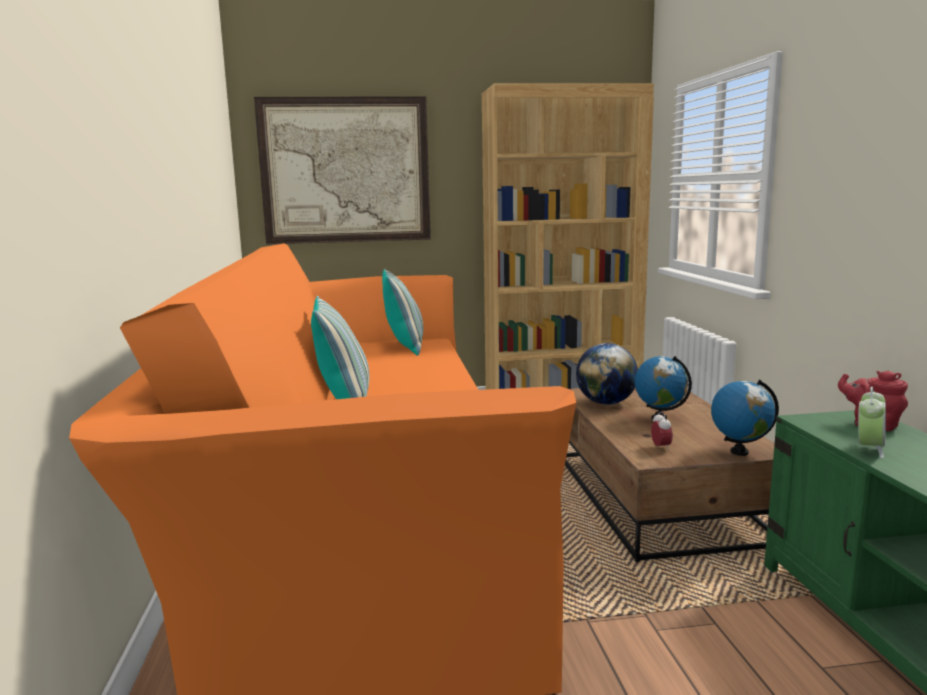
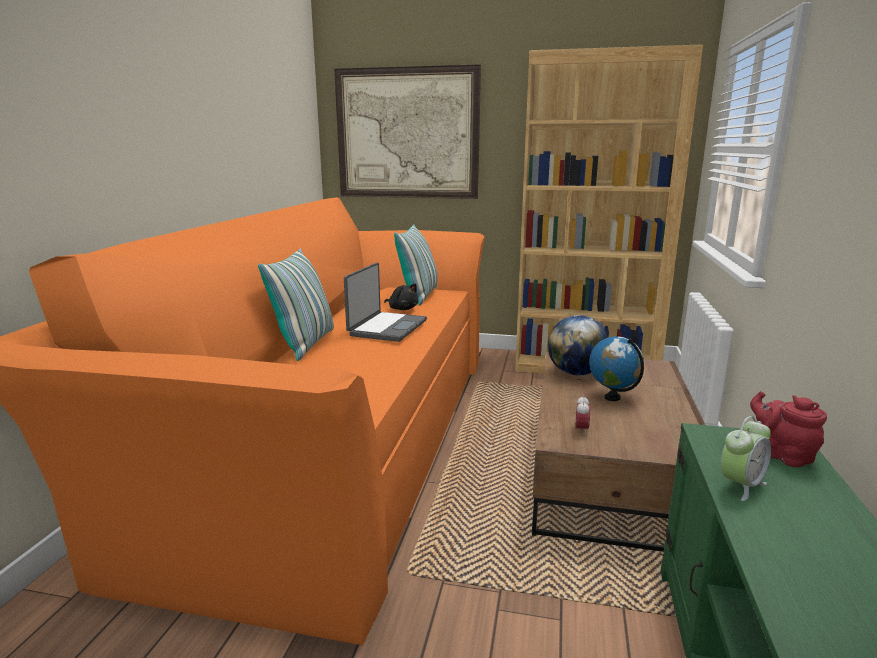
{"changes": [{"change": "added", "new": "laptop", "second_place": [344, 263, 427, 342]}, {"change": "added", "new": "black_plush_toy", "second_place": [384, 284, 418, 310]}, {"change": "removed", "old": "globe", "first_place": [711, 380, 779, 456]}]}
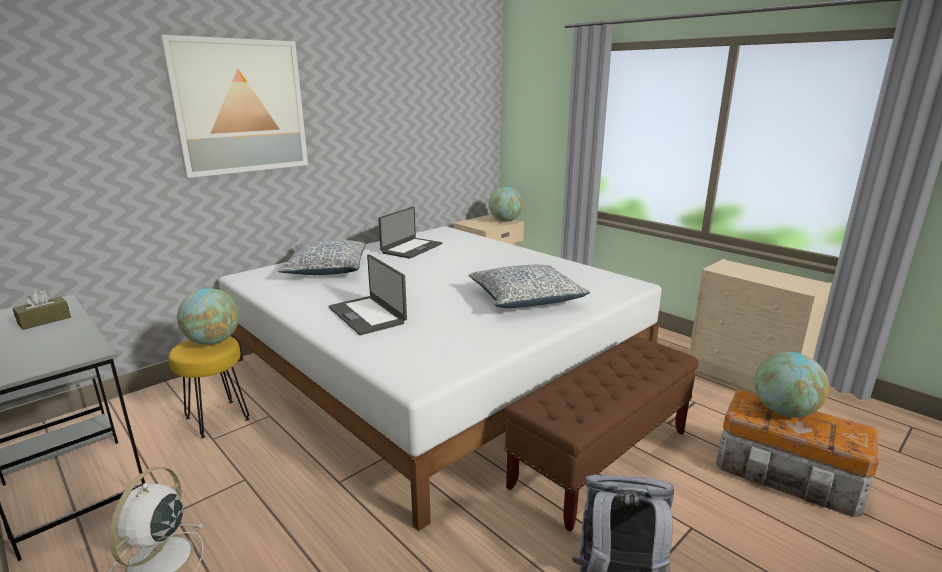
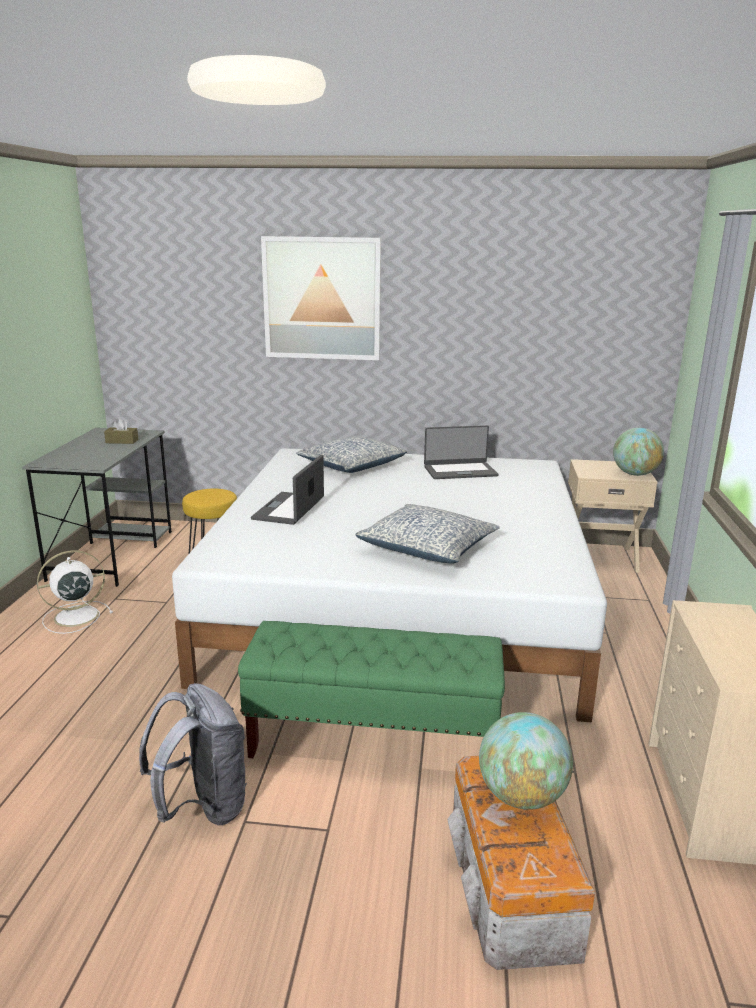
{"changes": [{"change": "recoloured", "old": "brown_bench", "new": "green_bench", "first_place": [505, 336, 699, 532], "second_place": [238, 621, 505, 758]}, {"change": "removed", "old": "globe", "first_place": [177, 288, 239, 345]}]}
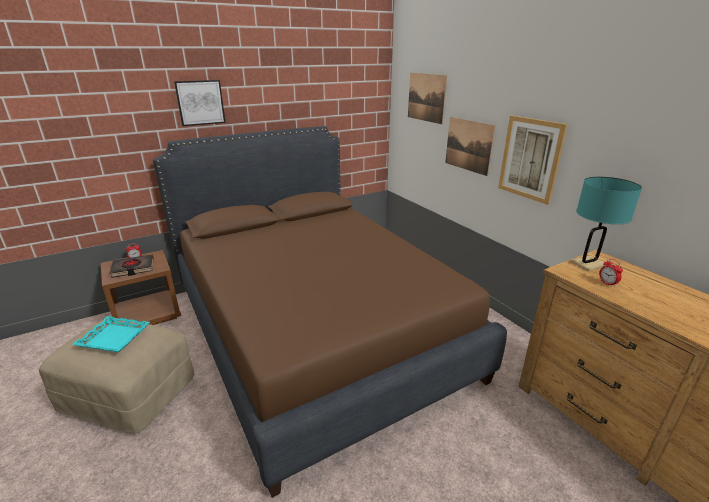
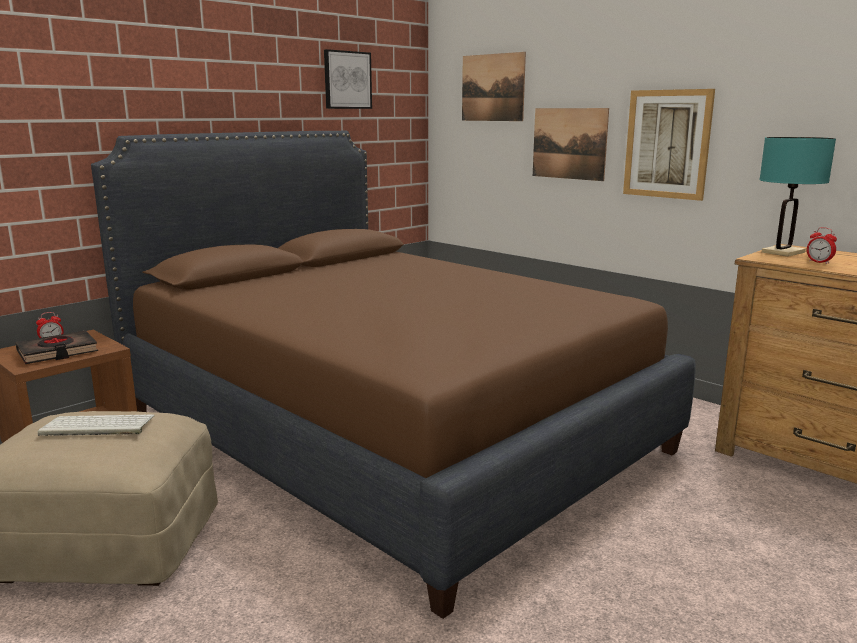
{"changes": [{"change": "replaced", "old": "turquoise_tray", "new": "keyboard", "first_place": [72, 316, 150, 352], "second_place": [38, 415, 155, 436]}, {"change": "moved", "old": "picture", "first_place": [174, 80, 226, 126], "second_place": [324, 49, 372, 109]}]}
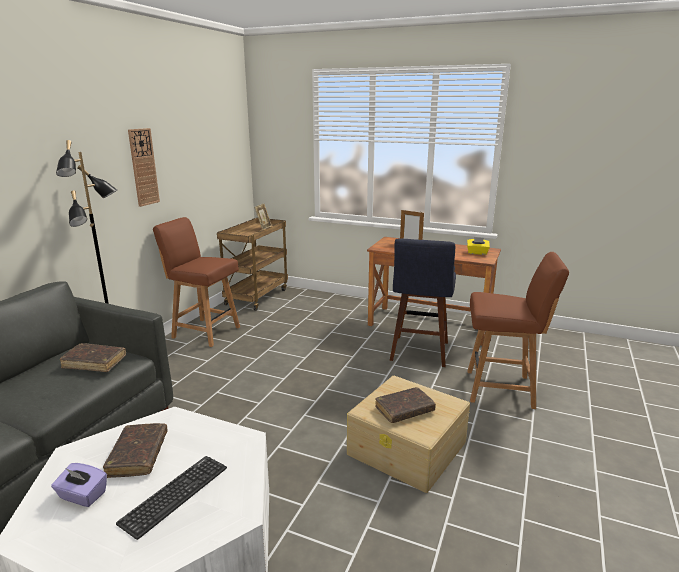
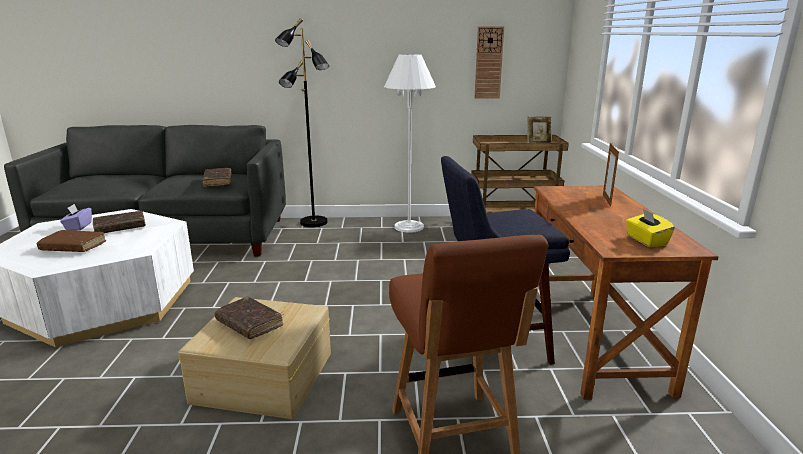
{"changes": [{"change": "replaced", "old": "keyboard", "new": "brown_book", "first_place": [116, 456, 227, 540], "second_place": [37, 230, 106, 252]}, {"change": "replaced", "old": "brown_chair", "new": "white_floor_lamp", "first_place": [153, 217, 240, 347], "second_place": [384, 54, 436, 233]}, {"change": "moved", "old": "wall_clock", "first_place": [128, 128, 160, 207], "second_place": [475, 26, 504, 99]}]}
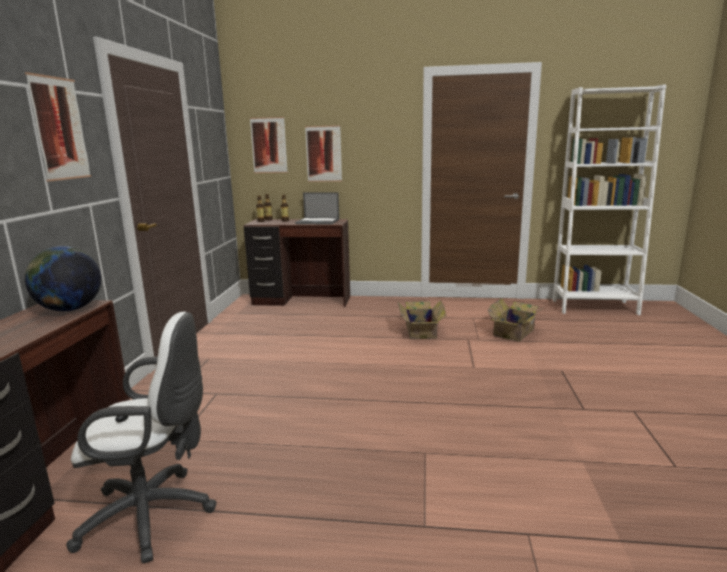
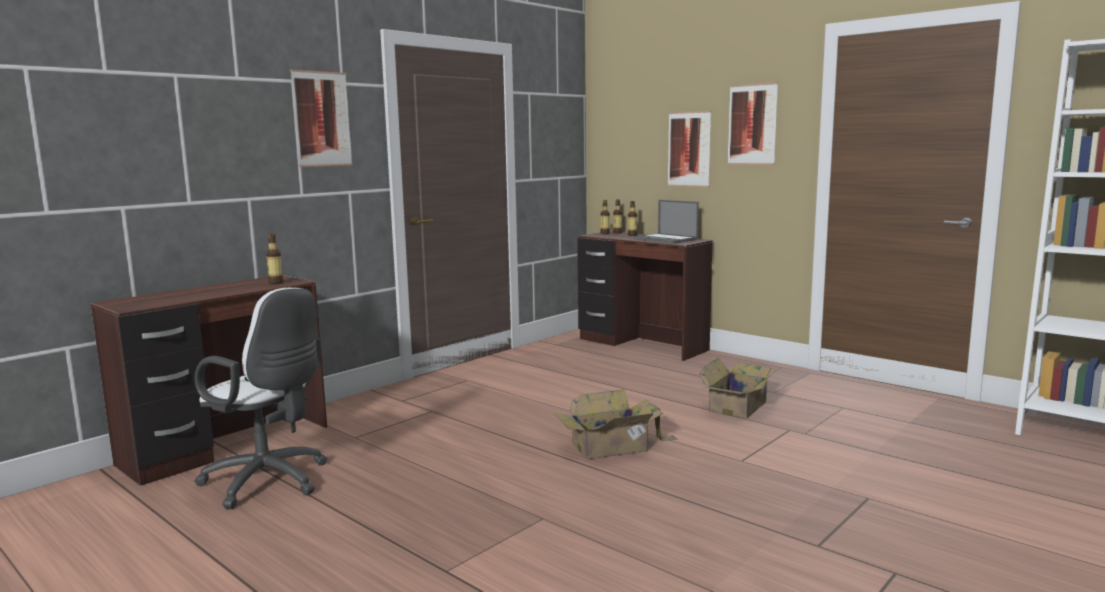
{"changes": [{"change": "replaced", "old": "globe", "new": "bottle", "first_place": [25, 246, 101, 312], "second_place": [266, 234, 283, 284]}, {"change": "moved", "old": "cardboard_box", "first_place": [488, 298, 544, 342], "second_place": [555, 390, 678, 459]}, {"change": "moved", "old": "picture", "first_place": [250, 117, 288, 173], "second_place": [728, 82, 778, 165]}]}
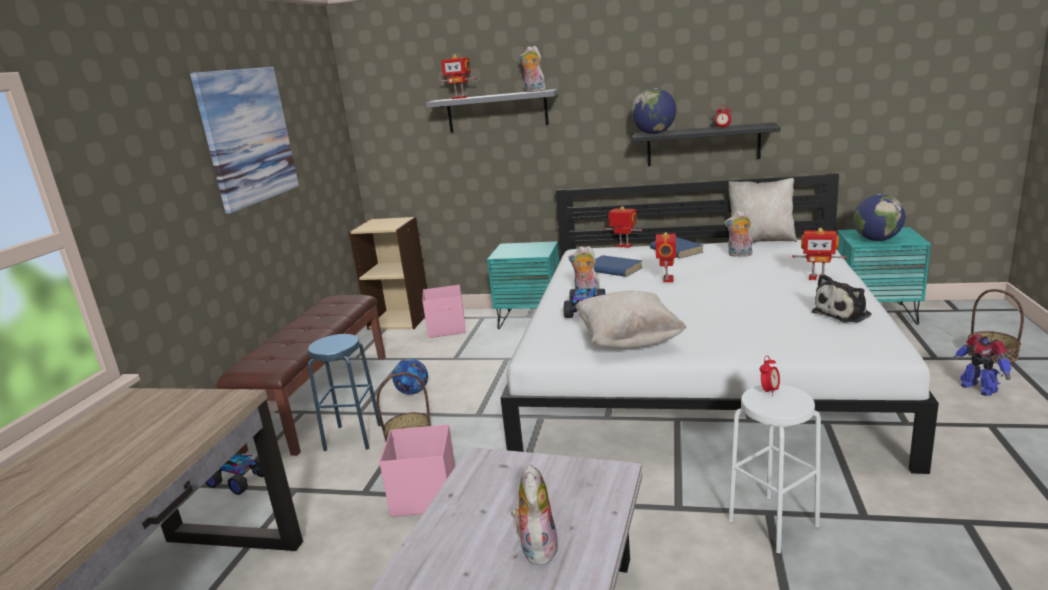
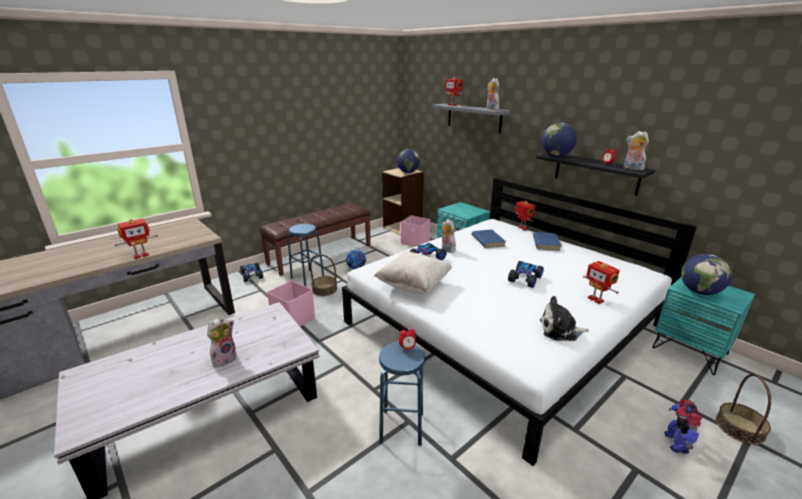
{"changes": [{"change": "moved", "old": "toy_robot", "first_place": [655, 232, 677, 282], "second_place": [115, 219, 158, 259]}, {"change": "recoloured", "old": "white_stool", "new": "blue_stool", "first_place": [729, 385, 821, 553], "second_place": [379, 342, 425, 446]}, {"change": "added", "new": "globe", "second_place": [397, 149, 420, 173]}, {"change": "added", "new": "toy_car", "second_place": [508, 261, 544, 288]}, {"change": "moved", "old": "plush_toy", "first_place": [724, 211, 753, 257], "second_place": [624, 131, 649, 170]}, {"change": "removed", "old": "picture", "first_place": [190, 67, 299, 214]}, {"change": "removed", "old": "beige_pillow", "first_place": [728, 178, 797, 243]}]}
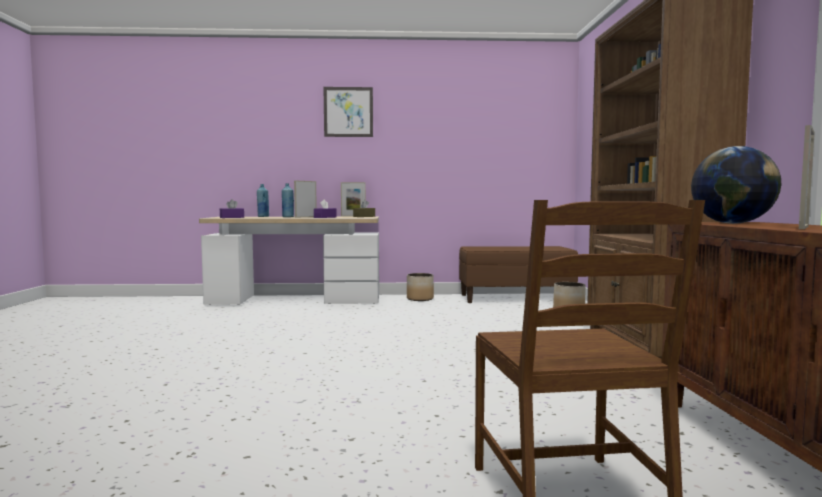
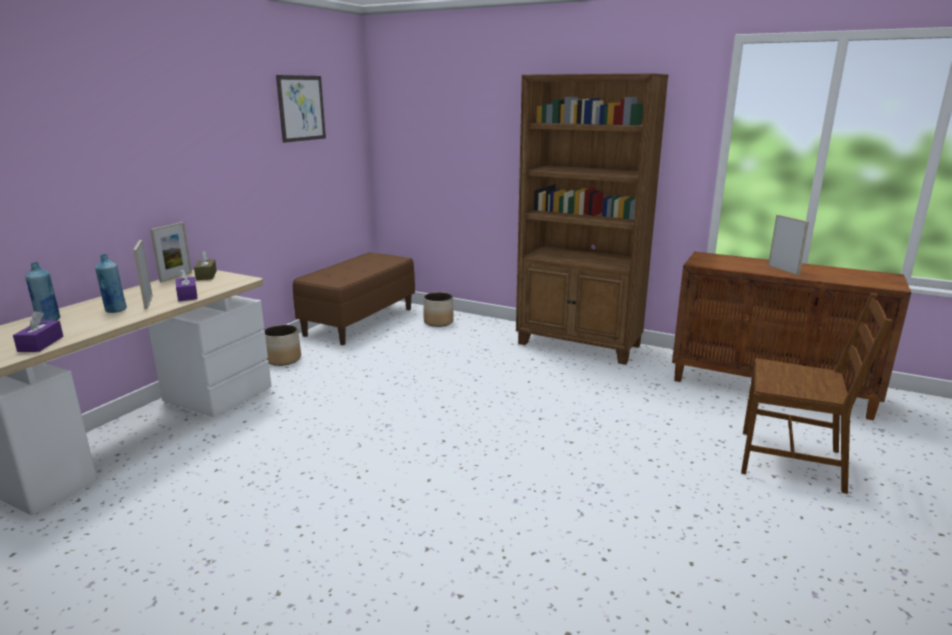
{"changes": [{"change": "moved", "old": "picture", "first_place": [323, 87, 373, 137], "second_place": [276, 75, 326, 143]}, {"change": "removed", "old": "globe", "first_place": [691, 146, 781, 224]}]}
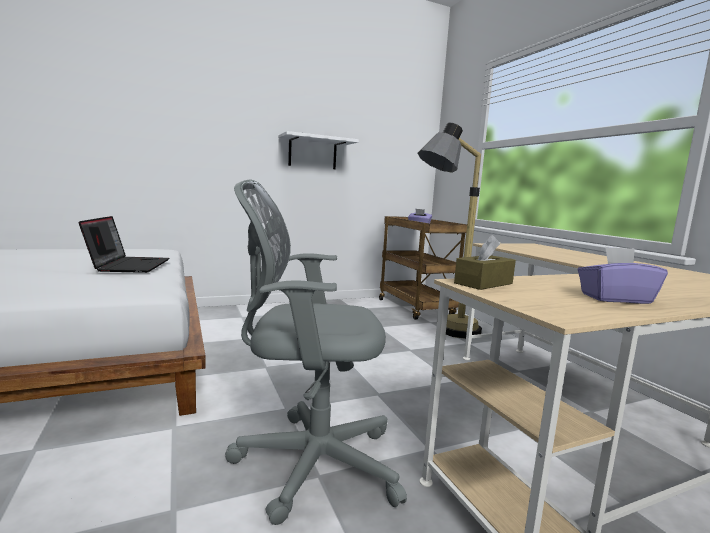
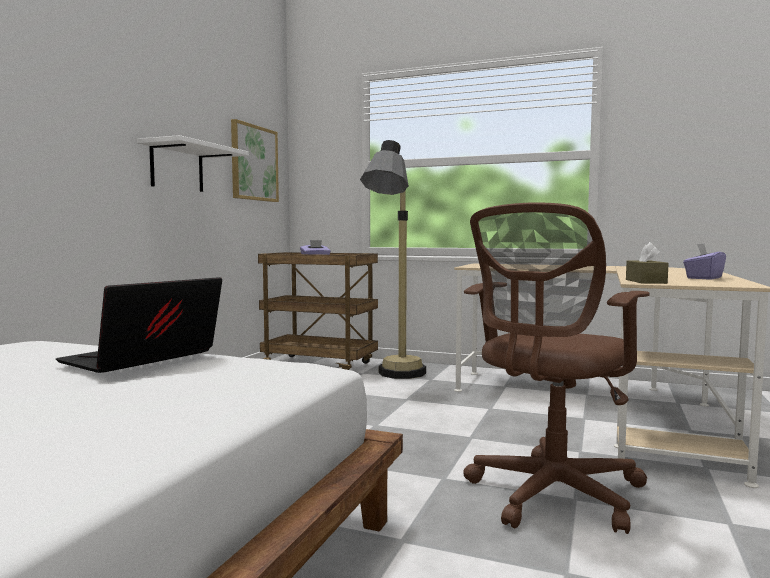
{"changes": [{"change": "turned", "old": "laptop", "first_place": [78, 216, 169, 273], "second_place": [56, 277, 222, 373], "degrees": -90}, {"change": "added", "new": "picture", "second_place": [231, 119, 279, 202]}, {"change": "recoloured", "old": "grey_office_chair", "new": "brown_office_chair", "first_place": [225, 180, 407, 525], "second_place": [463, 202, 650, 534]}]}
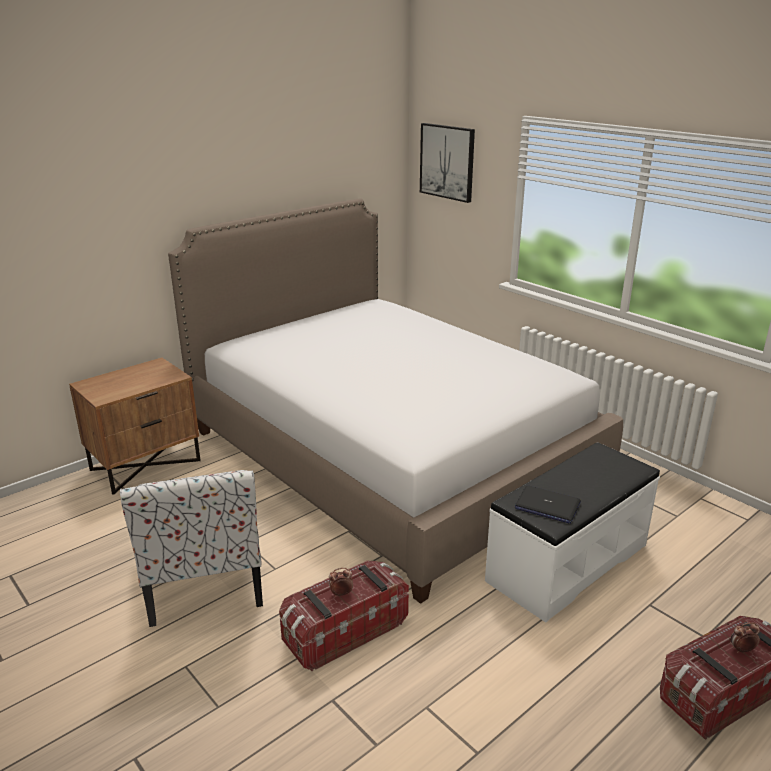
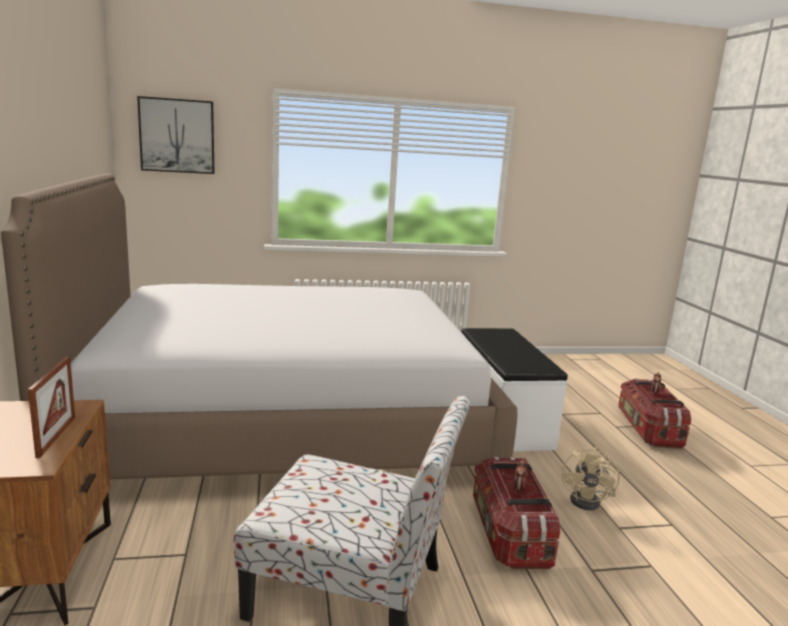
{"changes": [{"change": "added", "new": "picture_frame", "second_place": [28, 356, 75, 458]}, {"change": "added", "new": "beige_fan", "second_place": [562, 447, 620, 510]}, {"change": "removed", "old": "laptop", "first_place": [515, 485, 581, 523]}]}
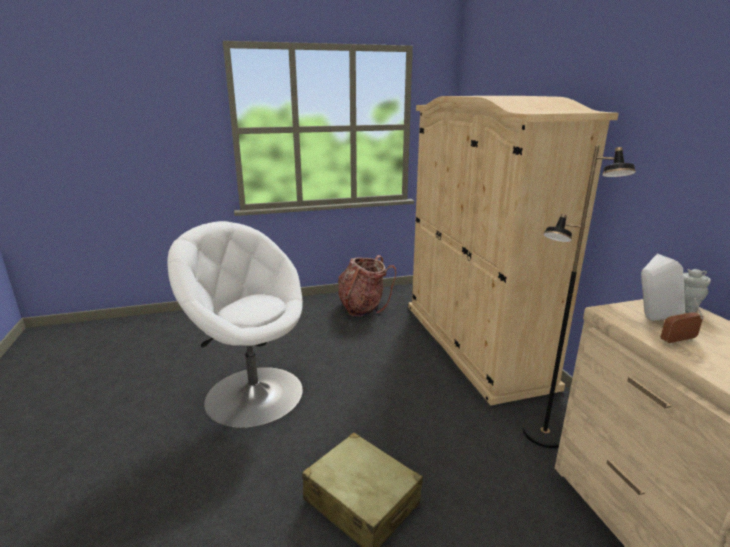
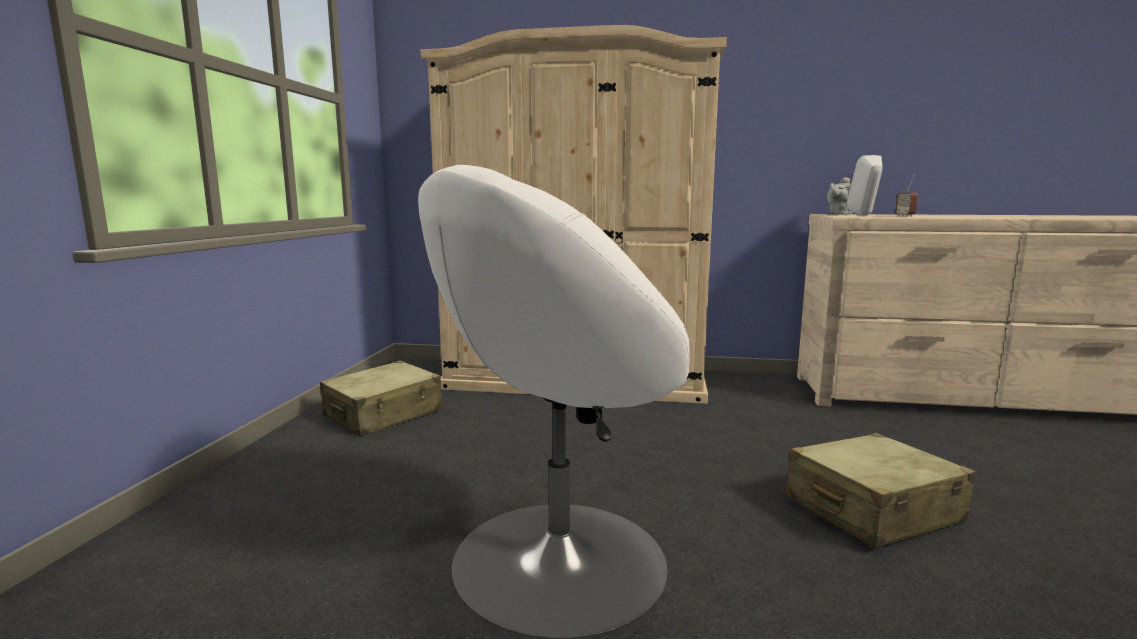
{"changes": [{"change": "replaced", "old": "backpack", "new": "beige_suitcase", "first_place": [338, 255, 396, 317], "second_place": [320, 361, 443, 437]}, {"change": "removed", "old": "black_floor_lamp", "first_place": [523, 145, 636, 448]}]}
